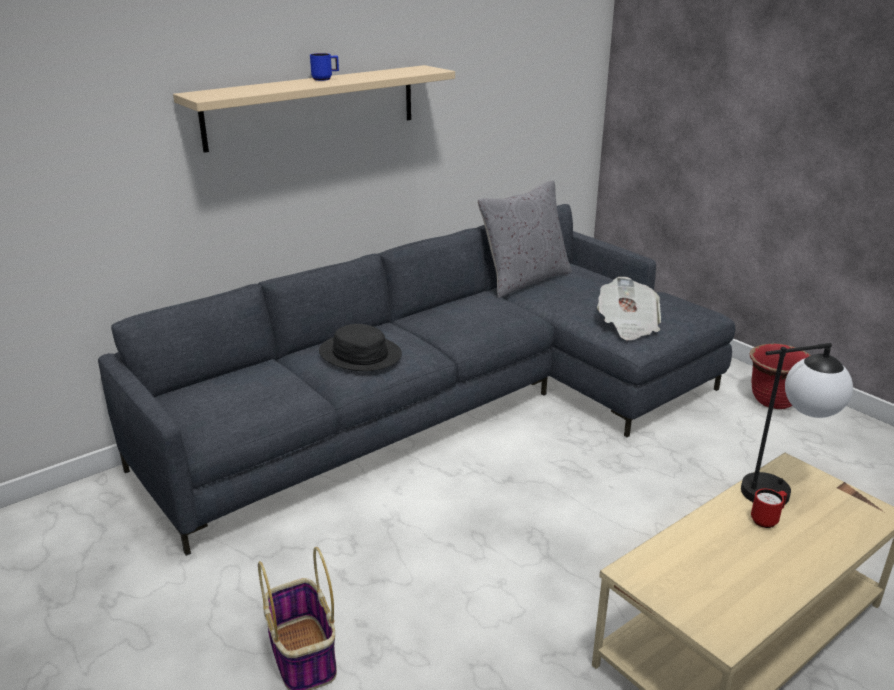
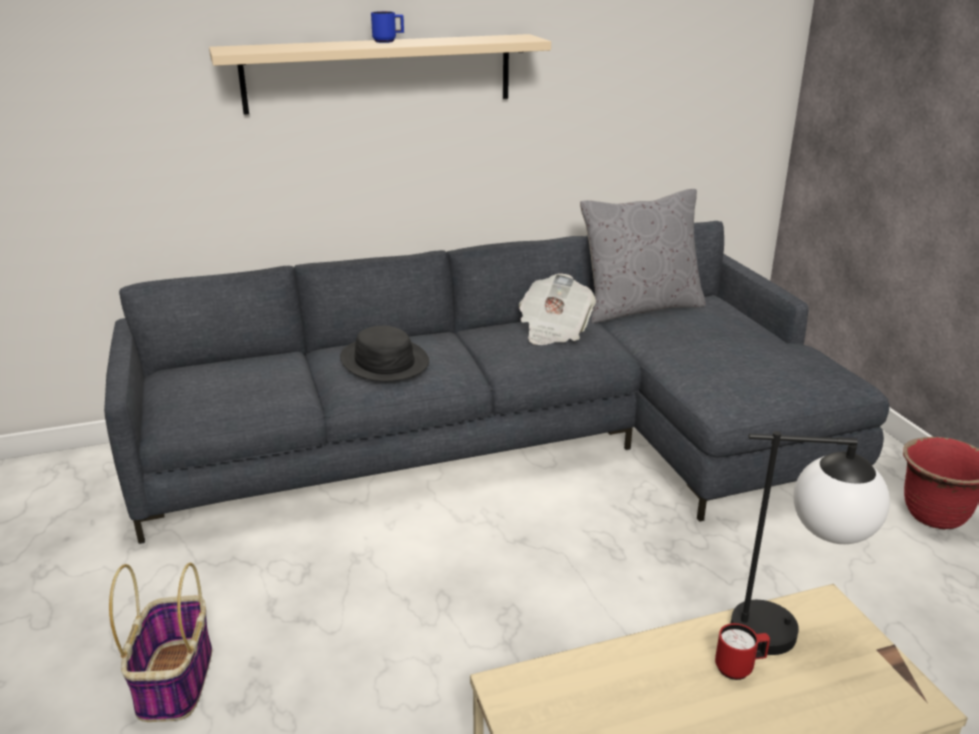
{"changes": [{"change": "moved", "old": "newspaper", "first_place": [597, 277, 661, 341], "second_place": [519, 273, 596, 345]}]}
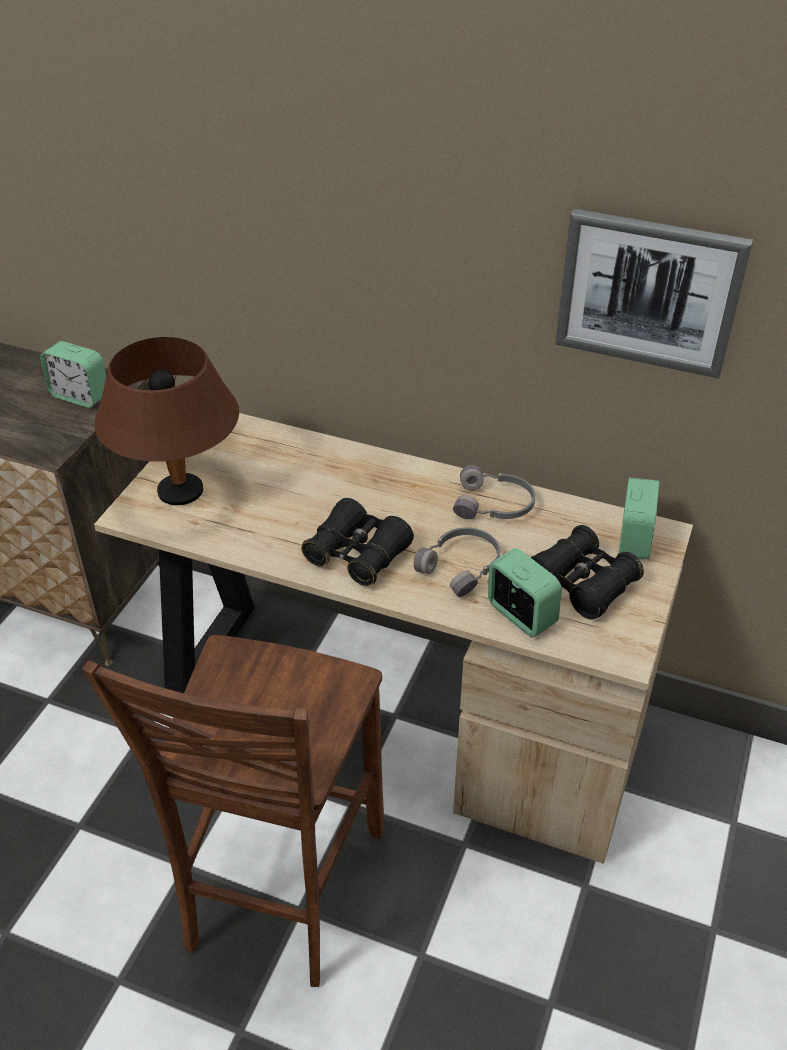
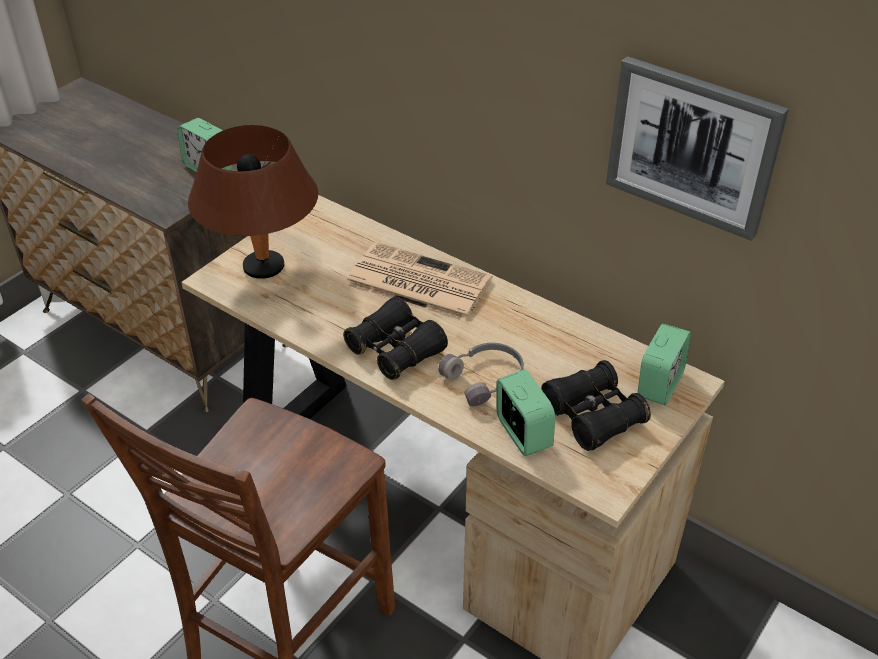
{"changes": [{"change": "added", "new": "newspaper", "second_place": [345, 242, 493, 322]}, {"change": "removed", "old": "grey_headphones", "first_place": [453, 465, 535, 519]}]}
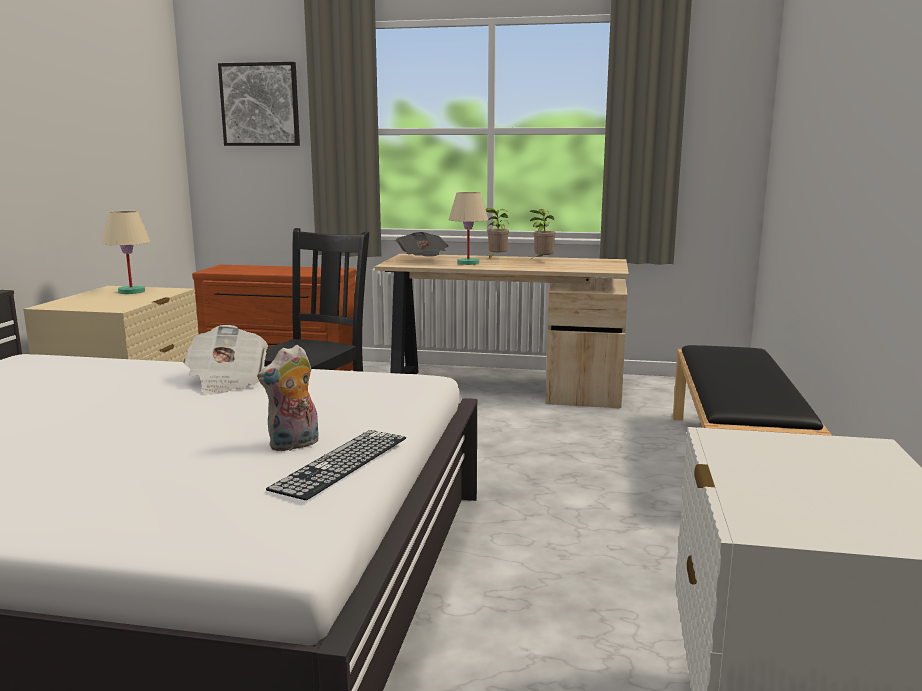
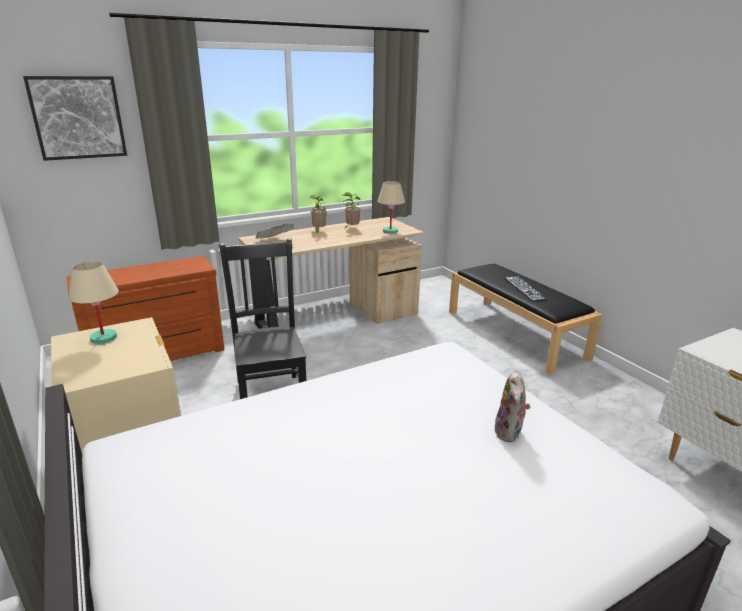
{"changes": [{"change": "moved", "old": "beige_table_lamp", "first_place": [449, 192, 488, 265], "second_place": [377, 181, 405, 234]}, {"change": "moved", "old": "keyboard", "first_place": [266, 430, 406, 500], "second_place": [504, 277, 547, 301]}, {"change": "removed", "old": "newspaper", "first_place": [183, 325, 268, 395]}]}
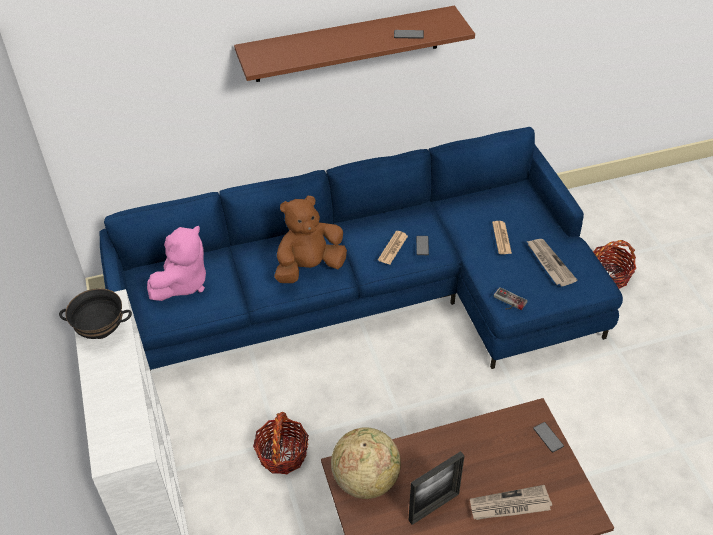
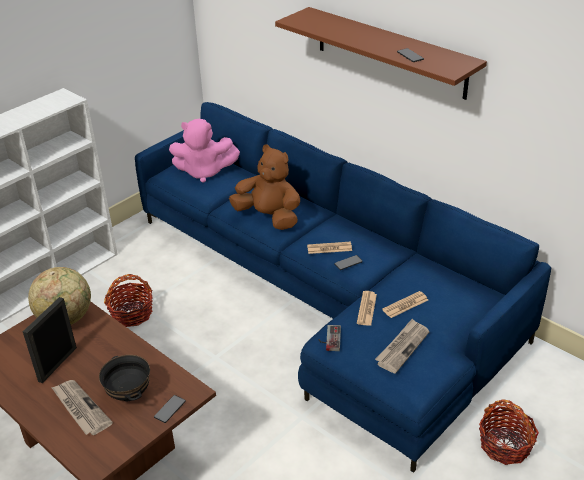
{"changes": [{"change": "turned", "old": "picture_frame", "first_place": [408, 451, 465, 525], "second_place": [23, 297, 77, 383], "degrees": 90}, {"change": "moved", "old": "black_bowl", "first_place": [59, 288, 132, 339], "second_place": [99, 355, 150, 401]}, {"change": "added", "new": "newspaper", "second_place": [357, 291, 377, 326]}]}
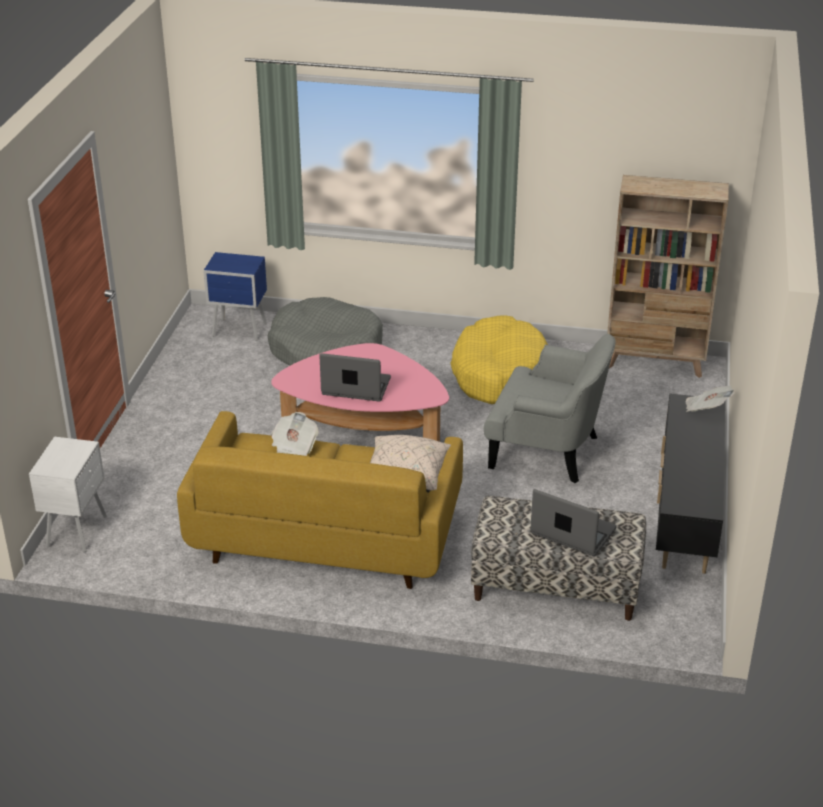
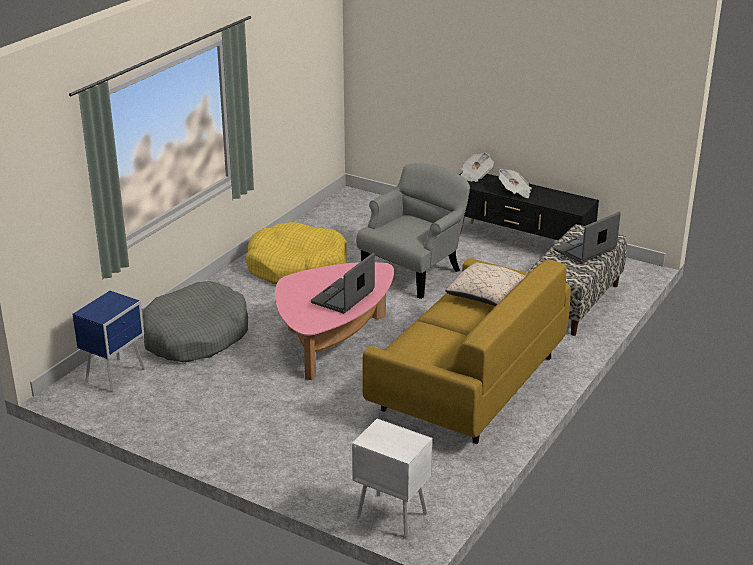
{"changes": [{"change": "moved", "old": "newspaper", "first_place": [271, 412, 319, 456], "second_place": [499, 169, 532, 198]}, {"change": "removed", "old": "beige_bookcase", "first_place": [607, 175, 729, 378]}]}
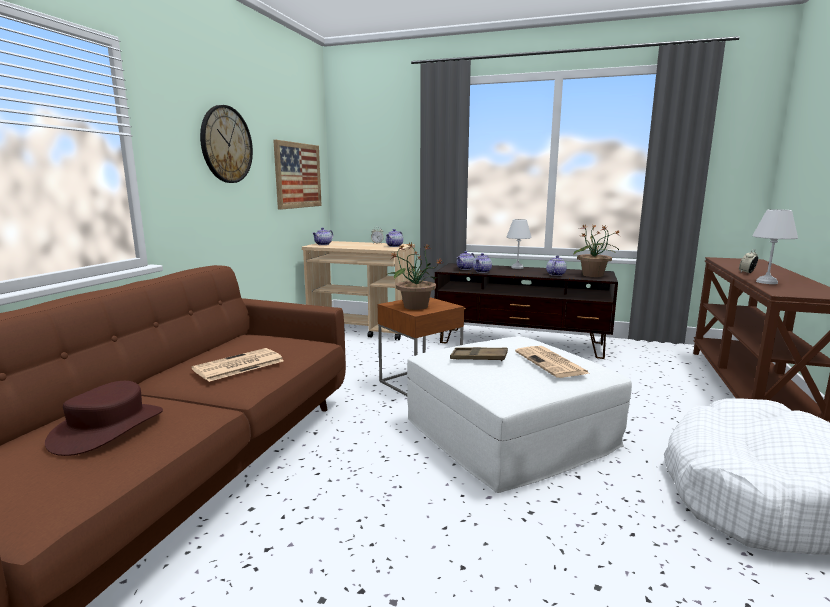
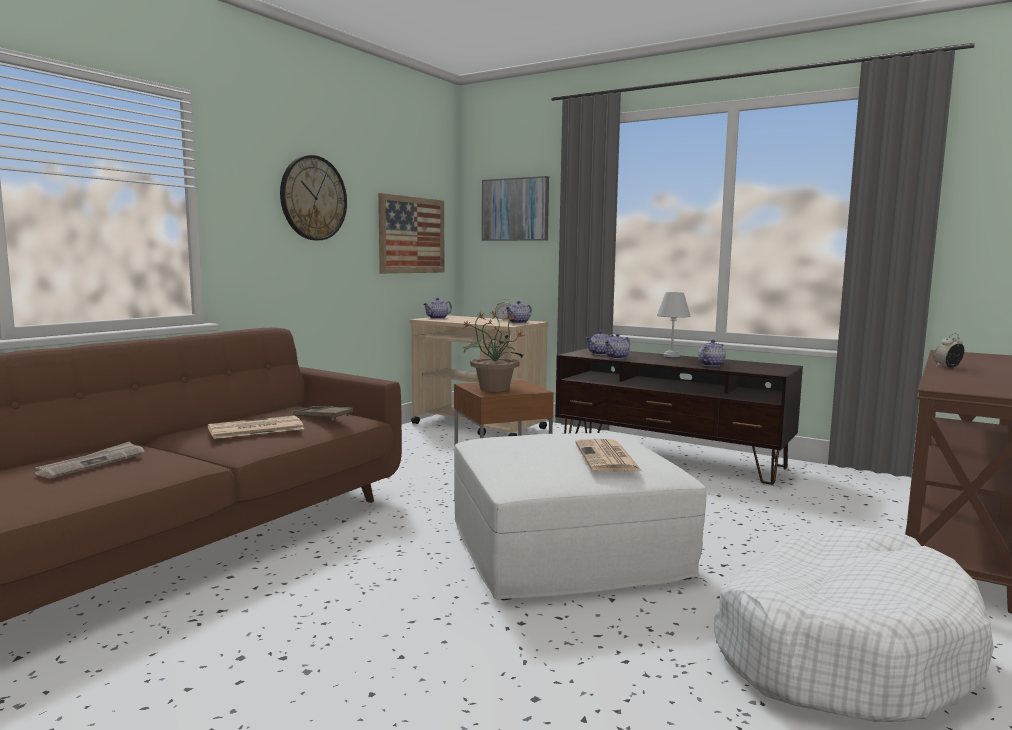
{"changes": [{"change": "replaced", "old": "brown_hat", "new": "newspaper", "first_place": [45, 381, 163, 456], "second_place": [34, 441, 145, 479]}, {"change": "moved", "old": "brown_tray", "first_place": [450, 347, 508, 361], "second_place": [293, 406, 353, 419]}, {"change": "added", "new": "picture", "second_place": [482, 176, 549, 241]}, {"change": "removed", "old": "potted_plant", "first_place": [573, 224, 620, 277]}, {"change": "removed", "old": "white_table_lamp", "first_place": [752, 209, 798, 284]}]}
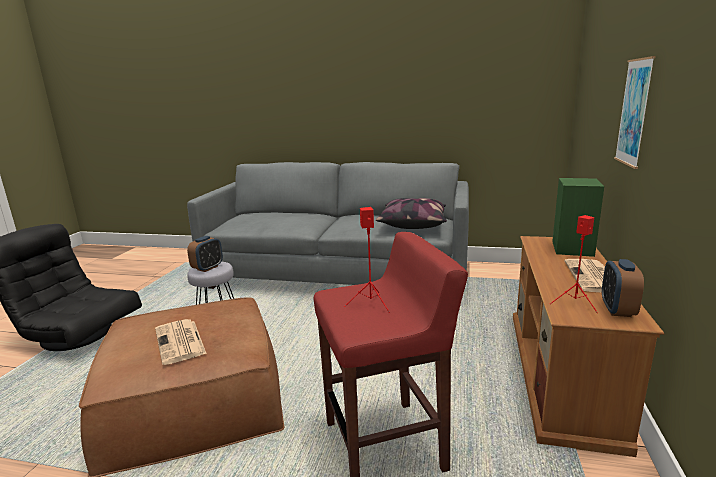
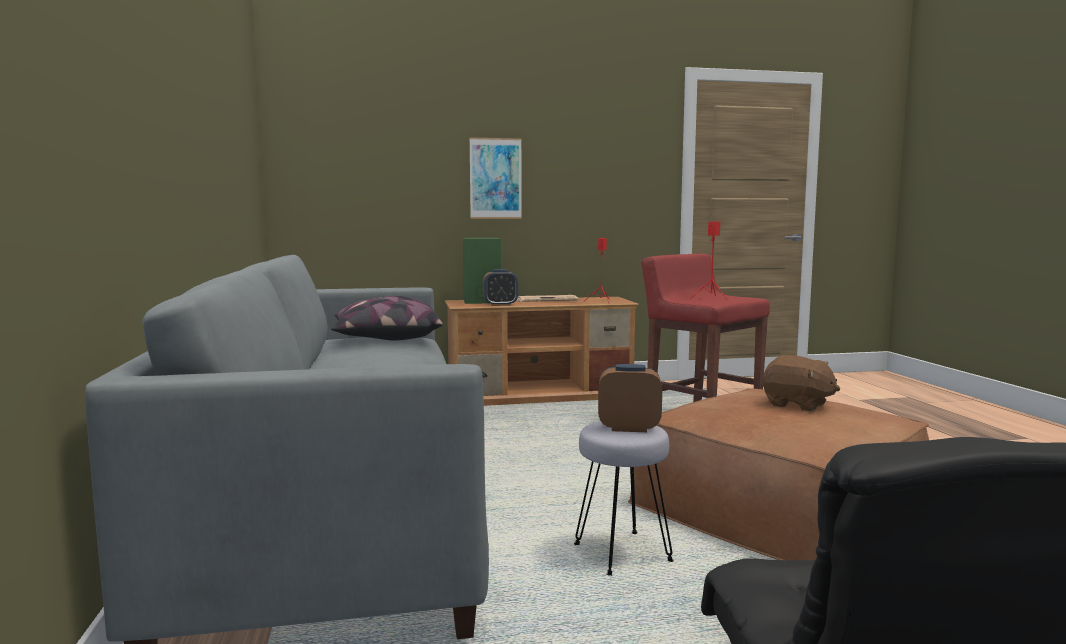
{"changes": [{"change": "moved", "old": "alarm_clock", "first_place": [602, 259, 644, 317], "second_place": [483, 269, 518, 306]}, {"change": "replaced", "old": "newspaper", "new": "brown_plush_toy", "first_place": [155, 319, 207, 365], "second_place": [763, 355, 840, 412]}]}
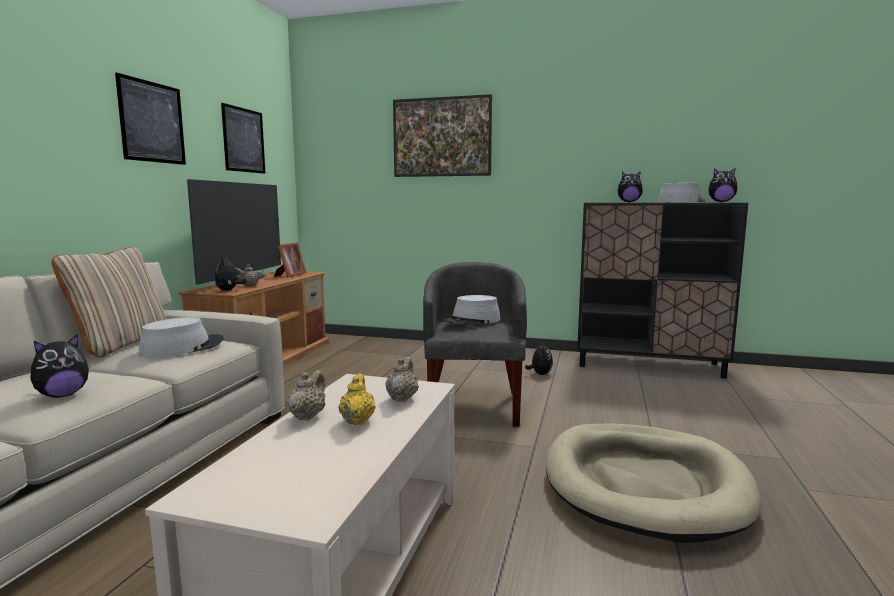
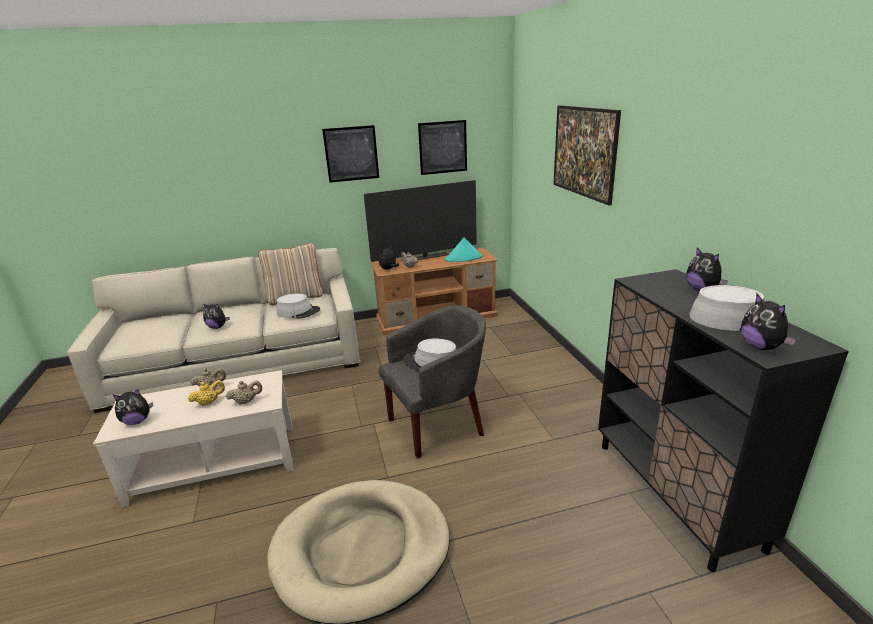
{"changes": [{"change": "moved", "old": "plush_toy", "first_place": [525, 341, 553, 375], "second_place": [113, 389, 153, 425]}, {"change": "replaced", "old": "picture_frame", "new": "turquoise_hat", "first_place": [274, 242, 307, 278], "second_place": [445, 237, 482, 262]}]}
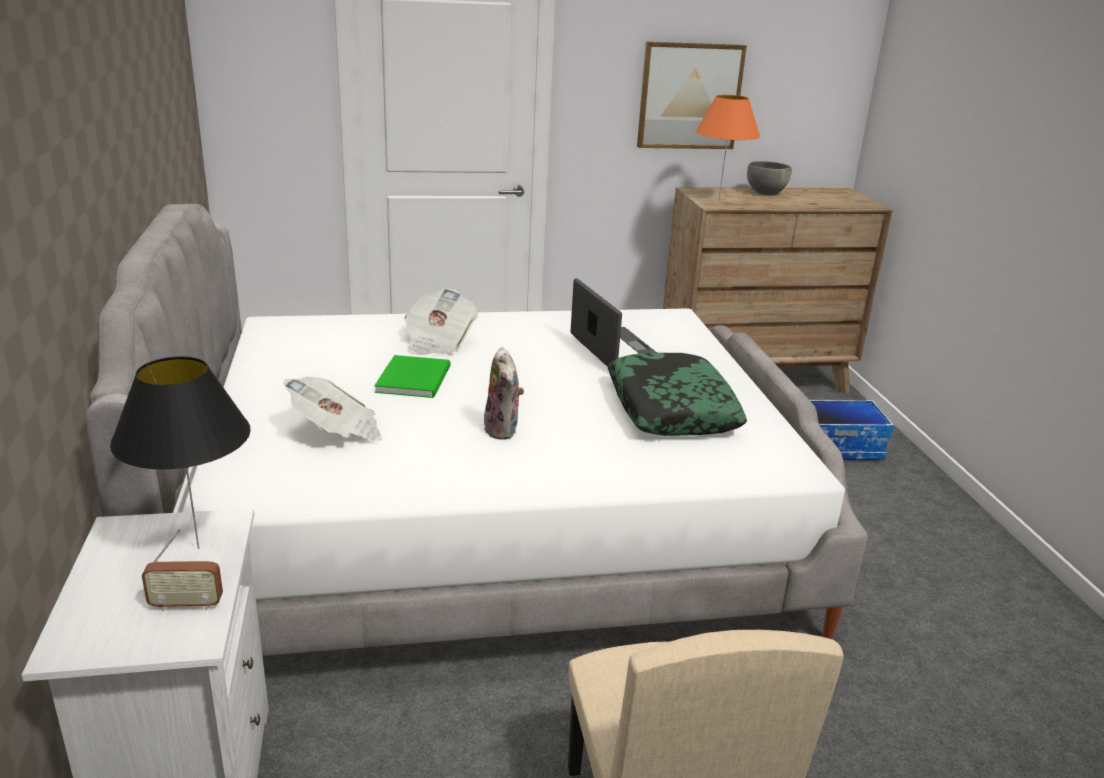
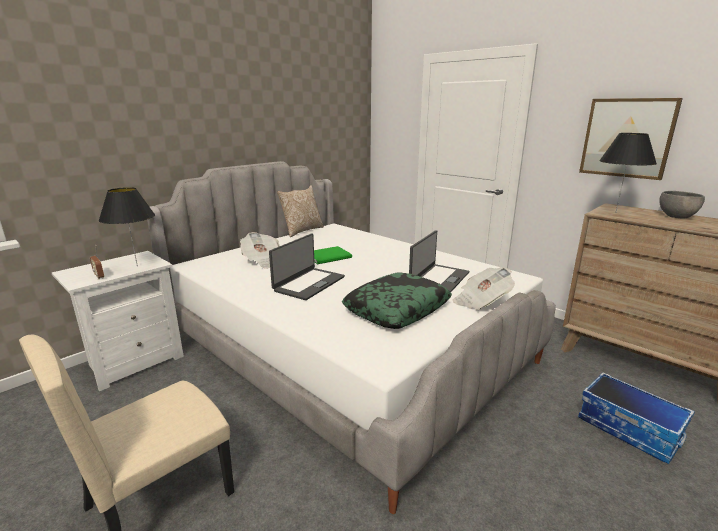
{"changes": [{"change": "replaced", "old": "plush_toy", "new": "laptop", "first_place": [484, 347, 524, 440], "second_place": [269, 234, 345, 300]}, {"change": "added", "new": "pillow", "second_place": [277, 185, 324, 237]}, {"change": "moved", "old": "newspaper", "first_place": [404, 288, 478, 355], "second_place": [453, 268, 515, 310]}, {"change": "recoloured", "old": "orange_table_lamp", "new": "black_table_lamp", "first_place": [695, 95, 760, 201], "second_place": [599, 133, 657, 212]}]}
